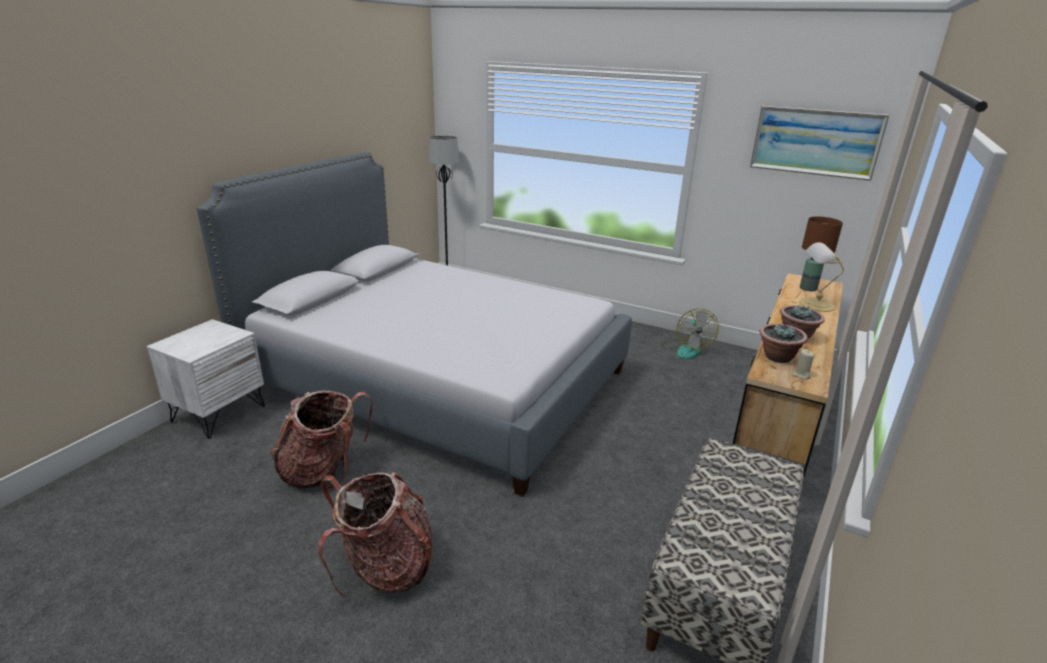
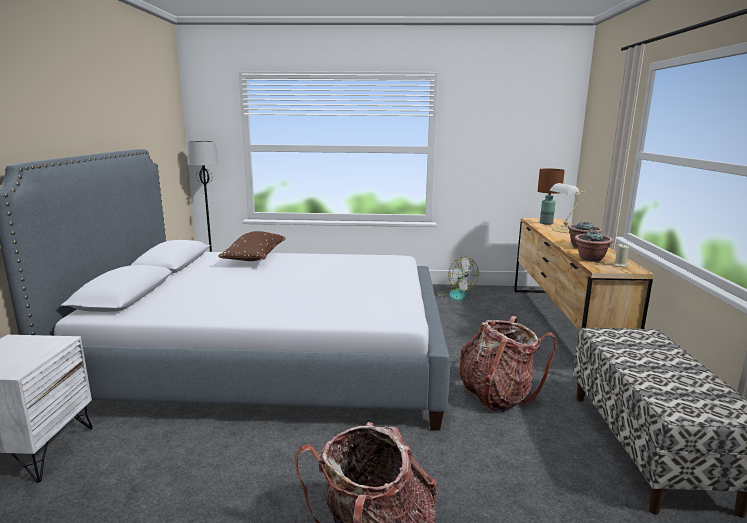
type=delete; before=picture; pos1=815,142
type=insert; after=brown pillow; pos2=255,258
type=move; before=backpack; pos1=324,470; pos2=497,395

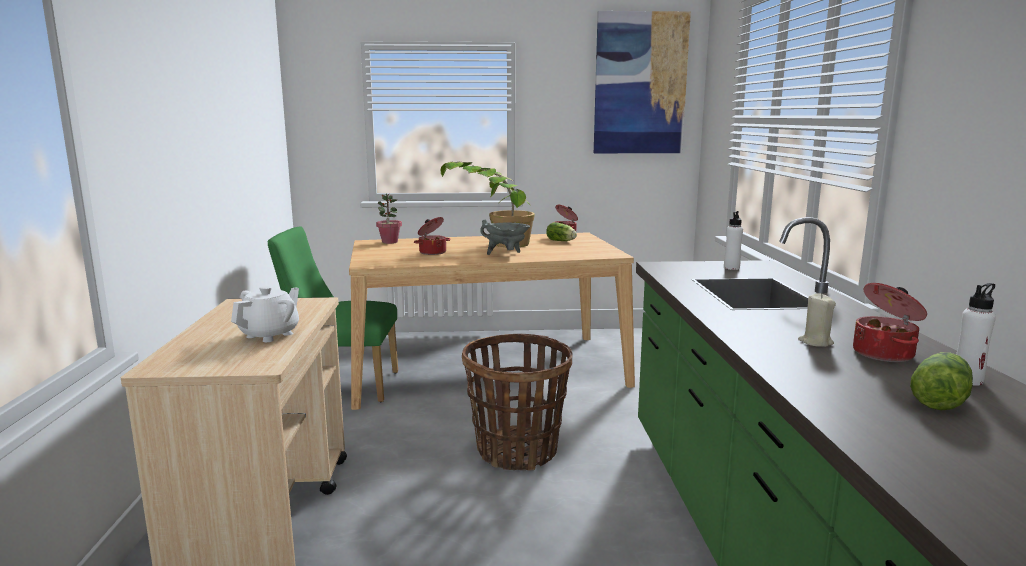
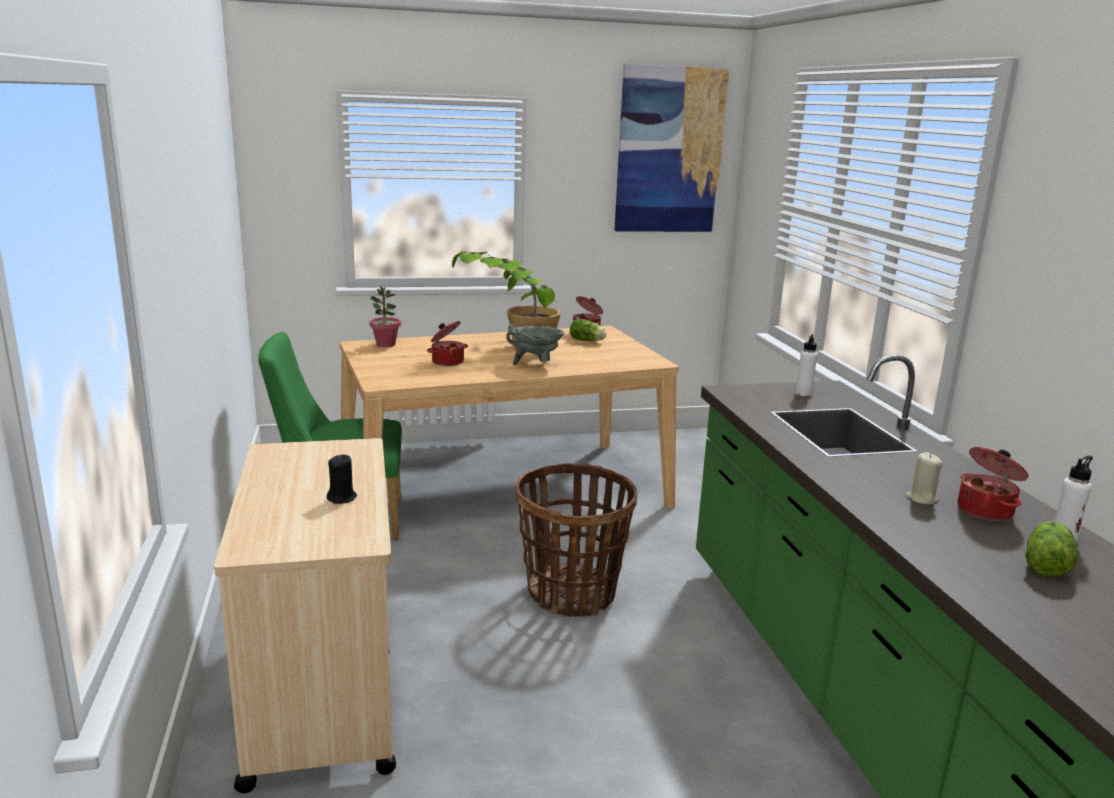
type=replace; before=white teapot; after=black candle; pos1=270,335; pos2=342,498

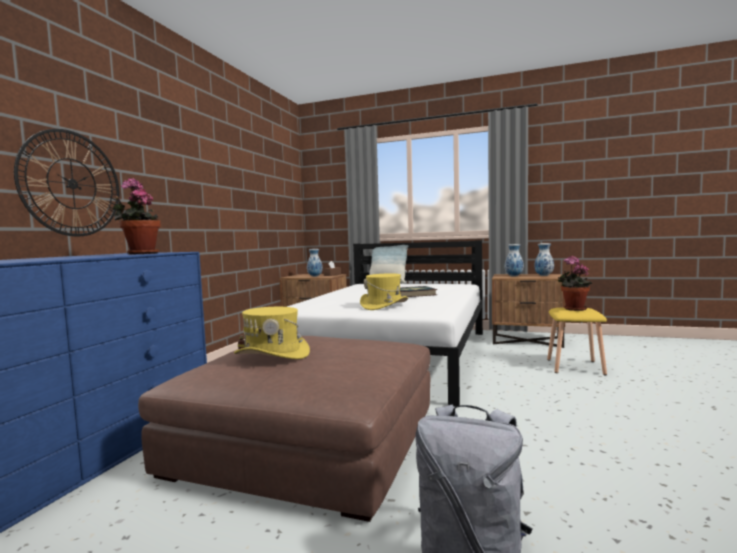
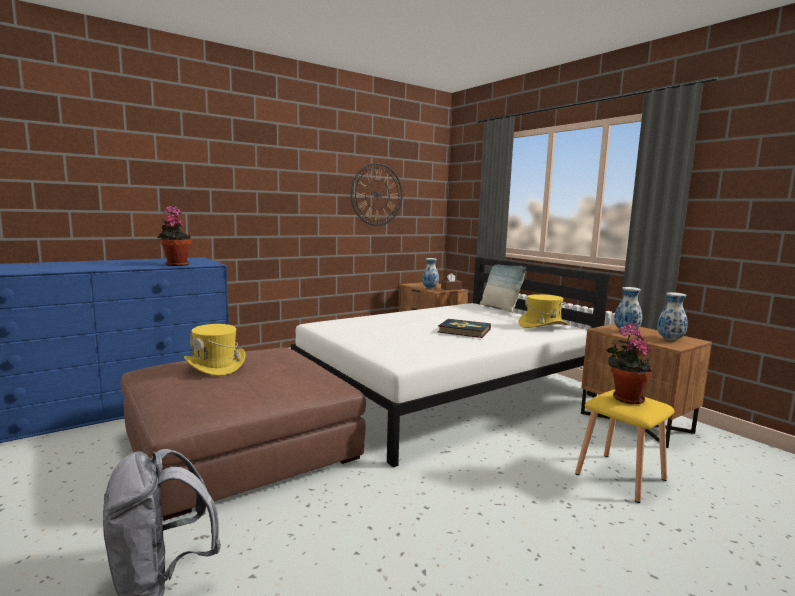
type=move; before=wall clock; pos1=72,183; pos2=377,194
type=move; before=yellow hat; pos1=384,306; pos2=542,325

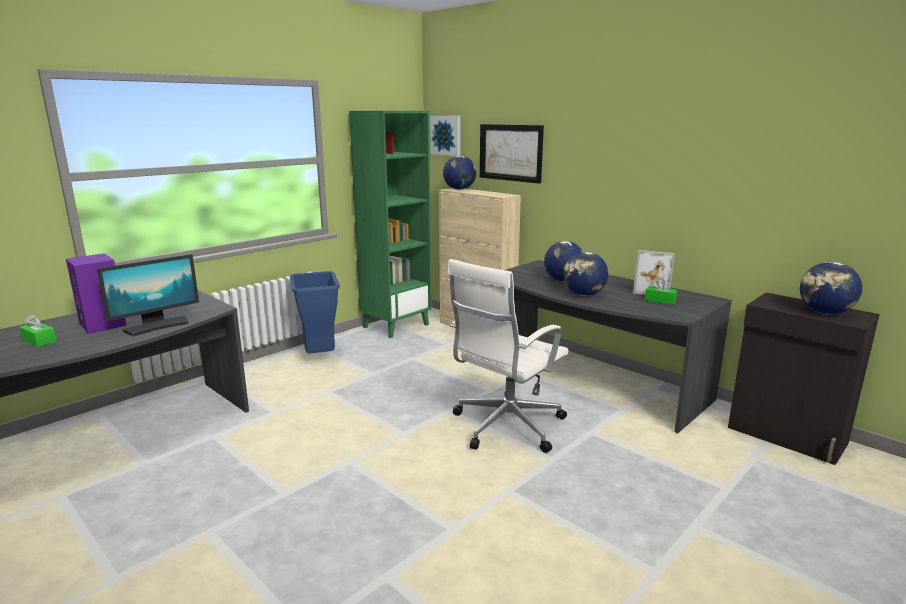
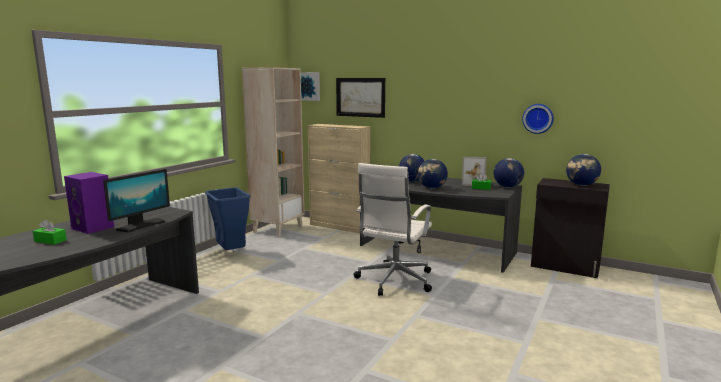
type=insert; after=wall clock; pos2=538,118
type=move; before=globe; pos1=459,189; pos2=507,187
type=recolor; before=green bookcase; after=beige bookcase; pos1=396,325; pos2=278,229

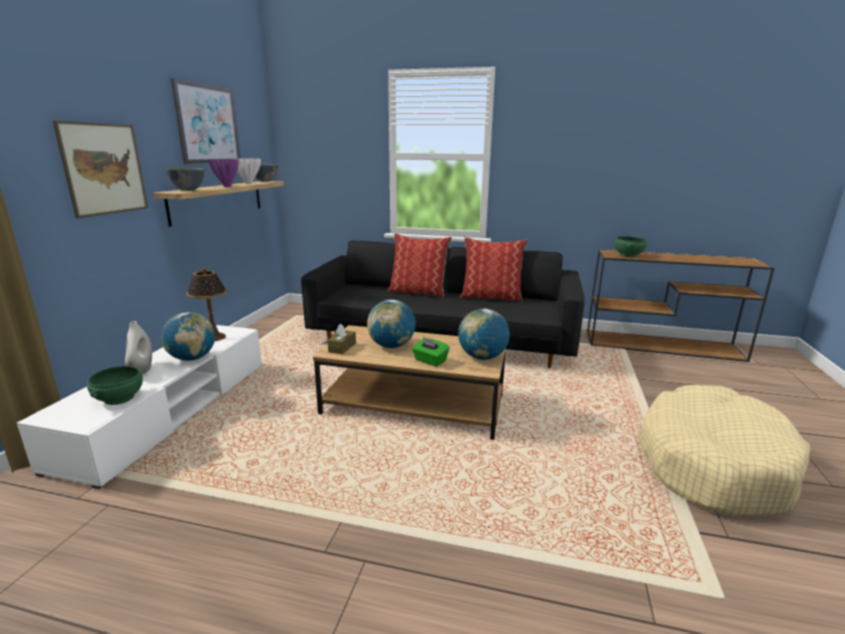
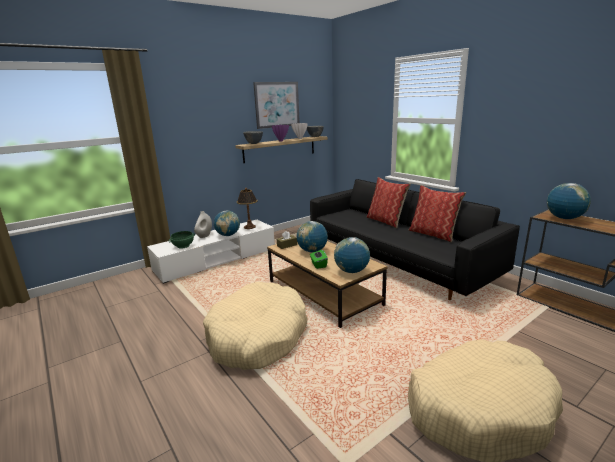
type=delete; before=picture; pos1=104,169
type=insert; after=beige dog bed; pos2=257,336
type=replace; before=green bowl; after=globe; pos1=628,255; pos2=564,218

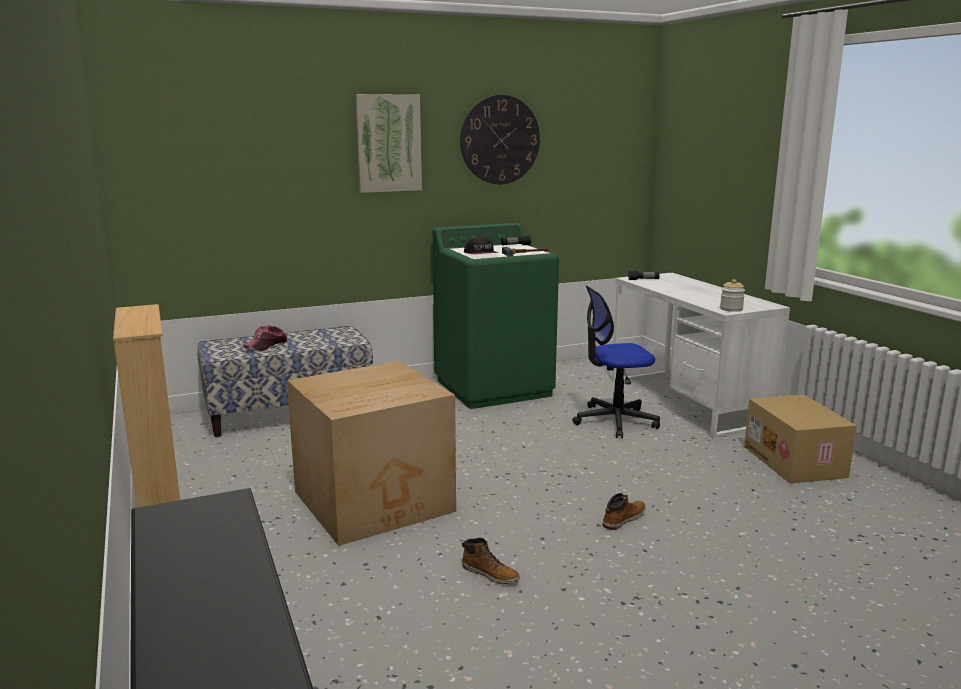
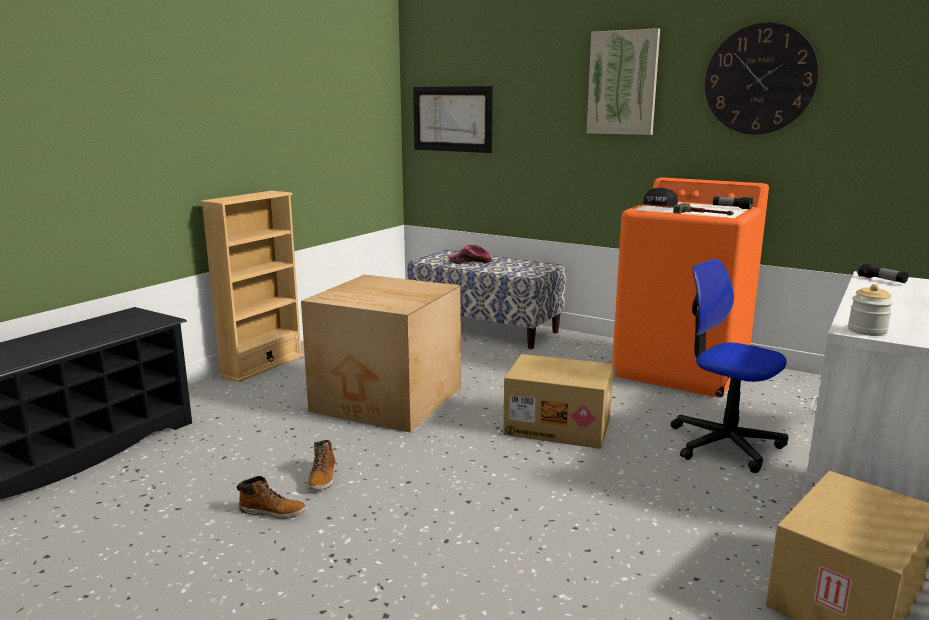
type=insert; after=picture; pos2=452,119
type=insert; after=cardboard box; pos2=559,426
type=move; before=boot; pos1=623,519; pos2=273,511
type=recolor; before=green washing machine; after=orange washing machine; pos1=494,387; pos2=681,370

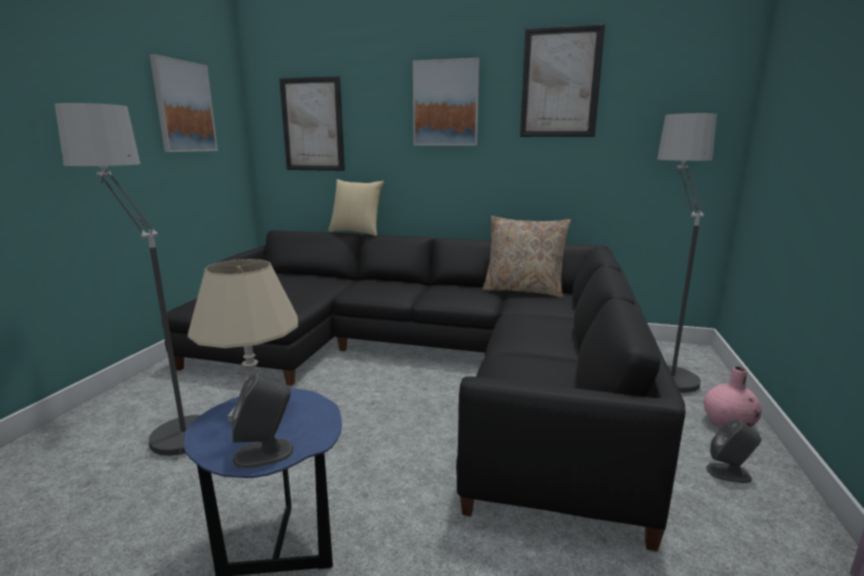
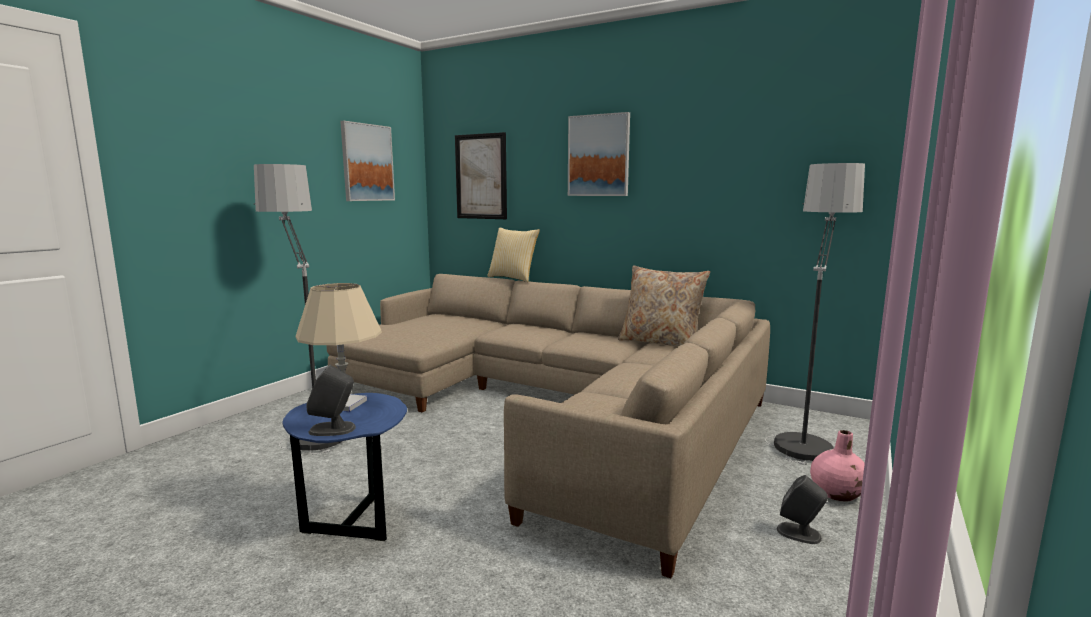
type=delete; before=picture; pos1=560,83
type=recolor; before=black sofa; after=beige sofa; pos1=424,362; pos2=551,406

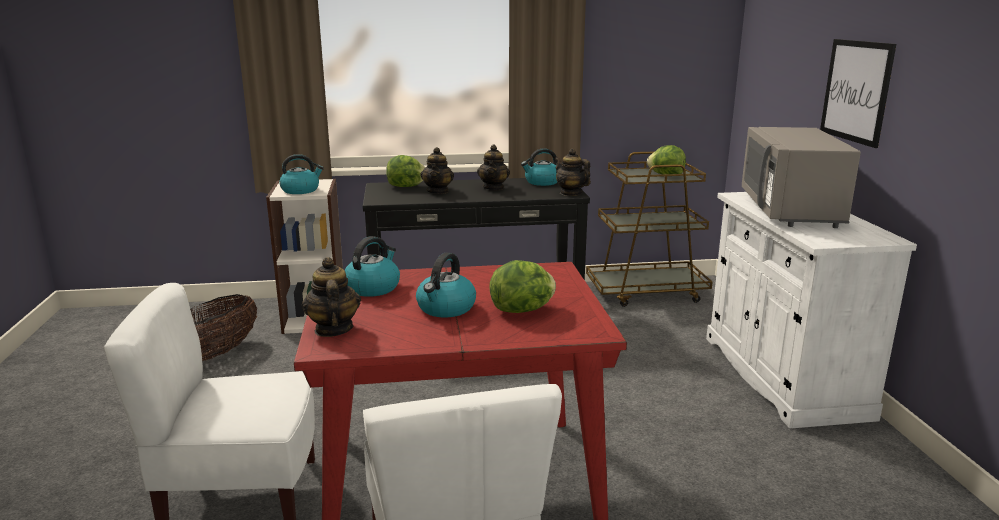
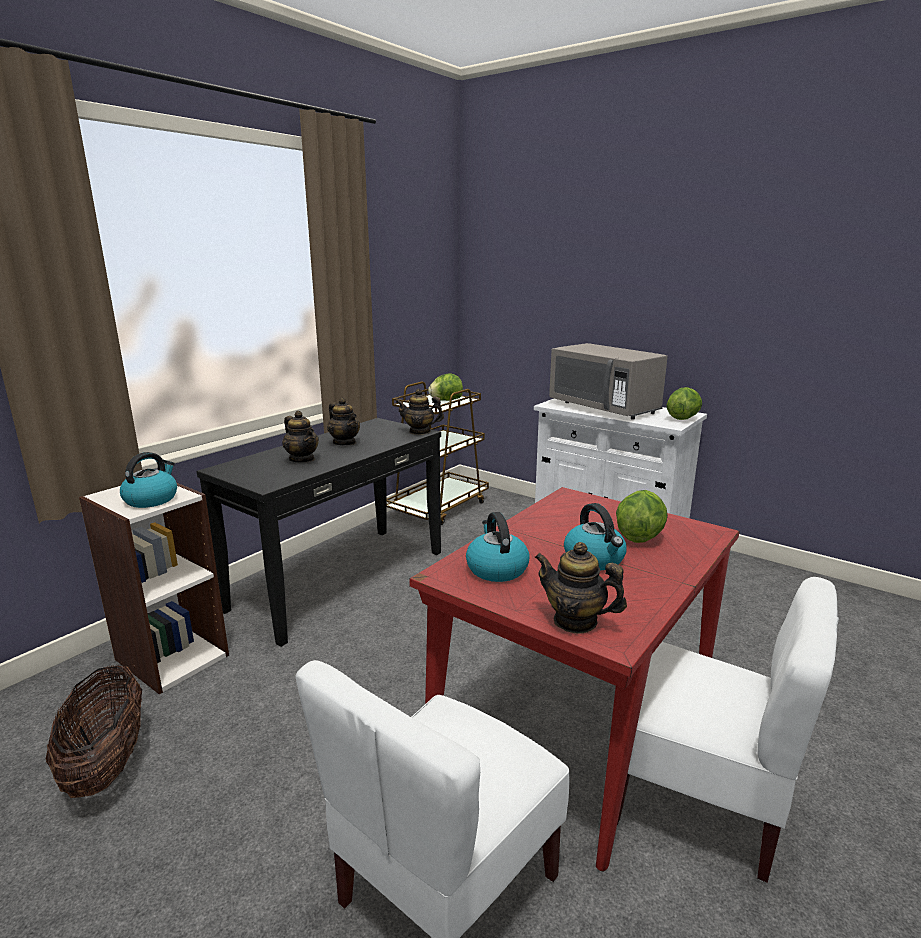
type=delete; before=kettle; pos1=541,182
type=delete; before=picture; pos1=856,91
type=move; before=lettuce; pos1=406,186; pos2=683,418

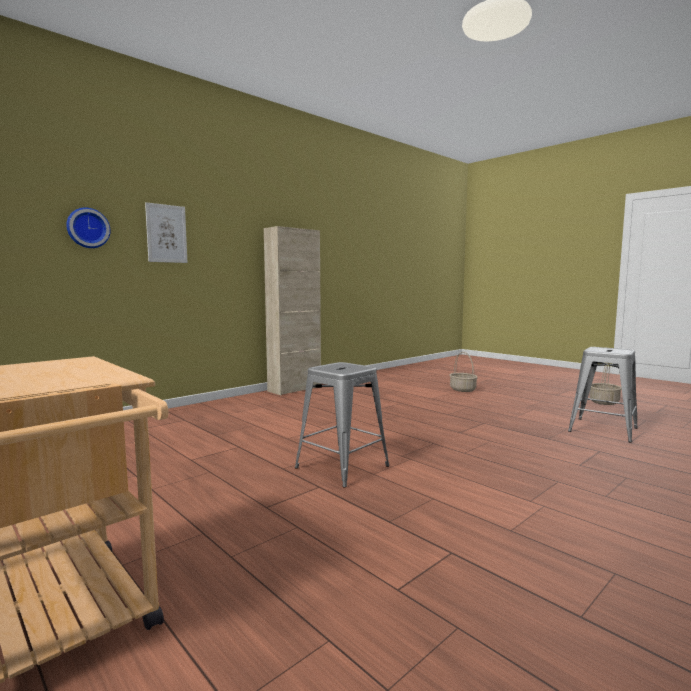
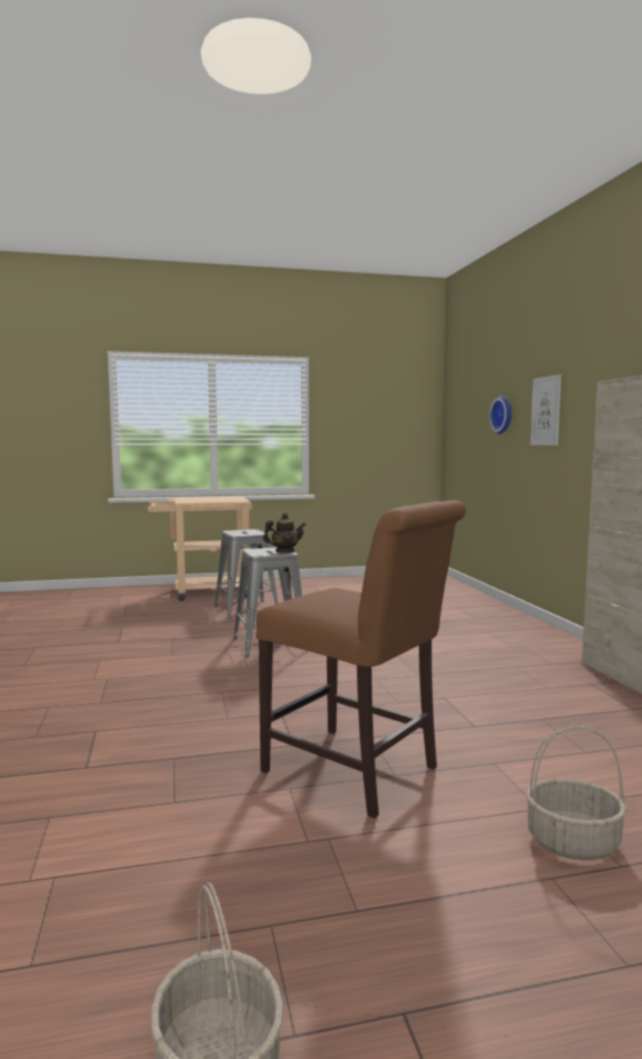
type=insert; after=brown chair; pos2=357,772
type=insert; after=teapot; pos2=284,552
type=move; before=grey stool; pos1=602,429; pos2=246,609

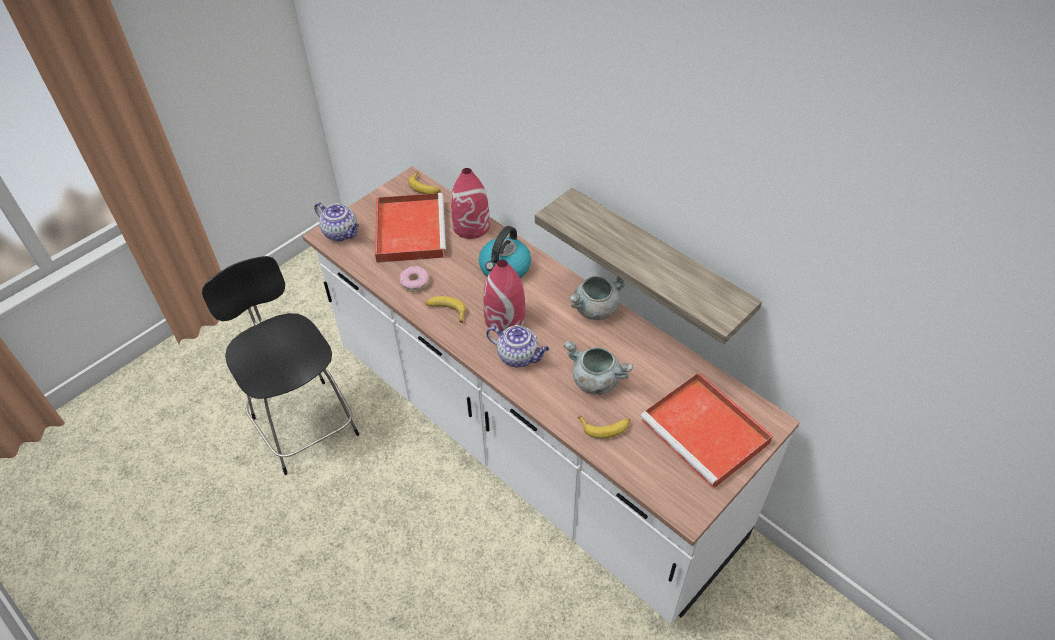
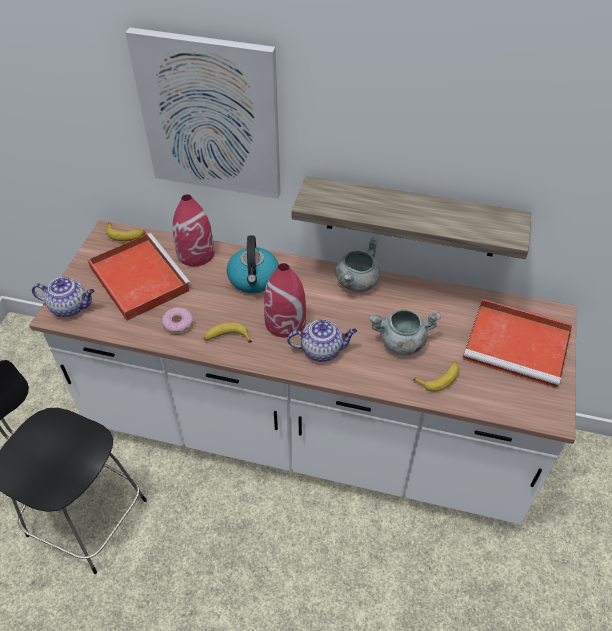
type=insert; after=picture; pos2=210,116

